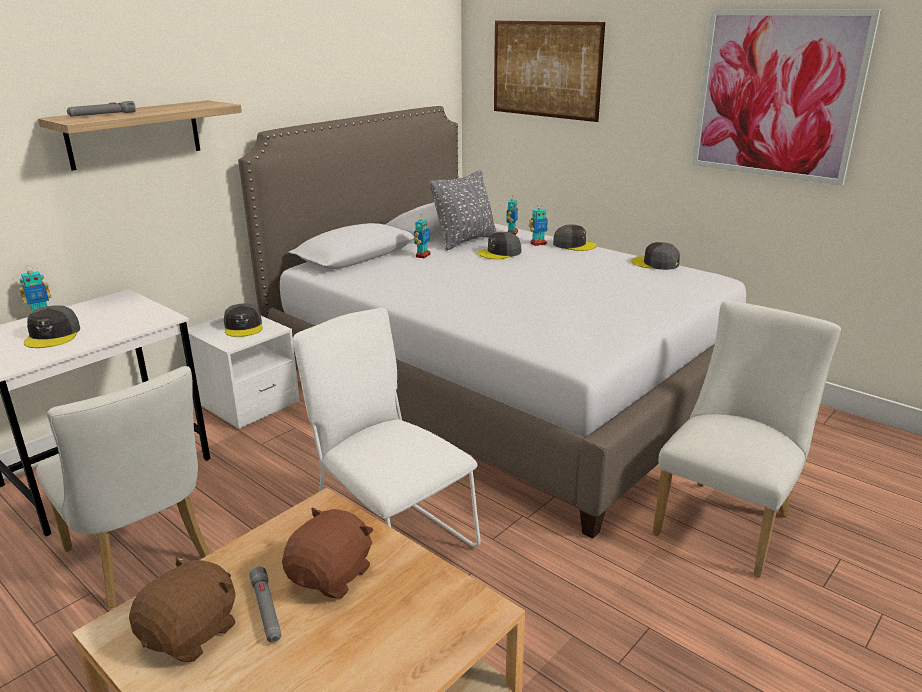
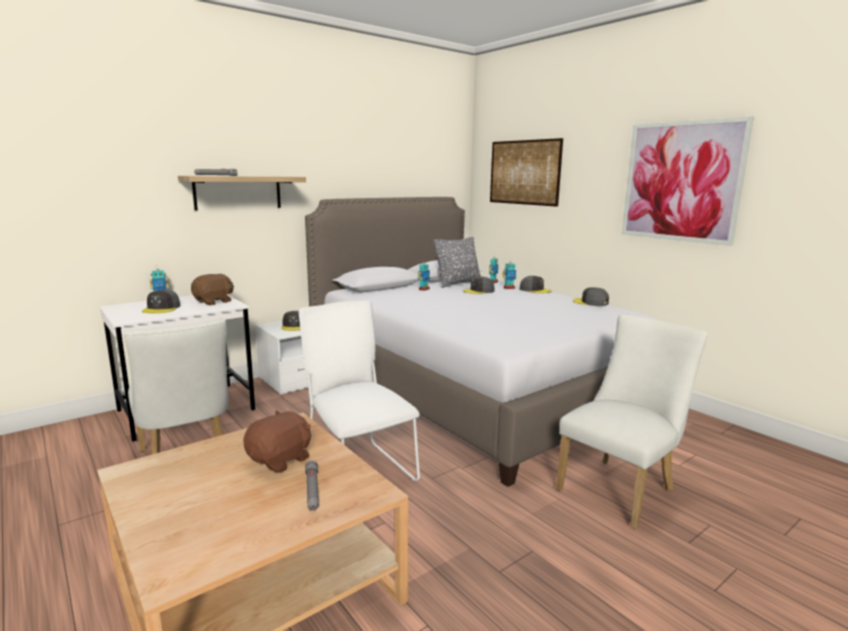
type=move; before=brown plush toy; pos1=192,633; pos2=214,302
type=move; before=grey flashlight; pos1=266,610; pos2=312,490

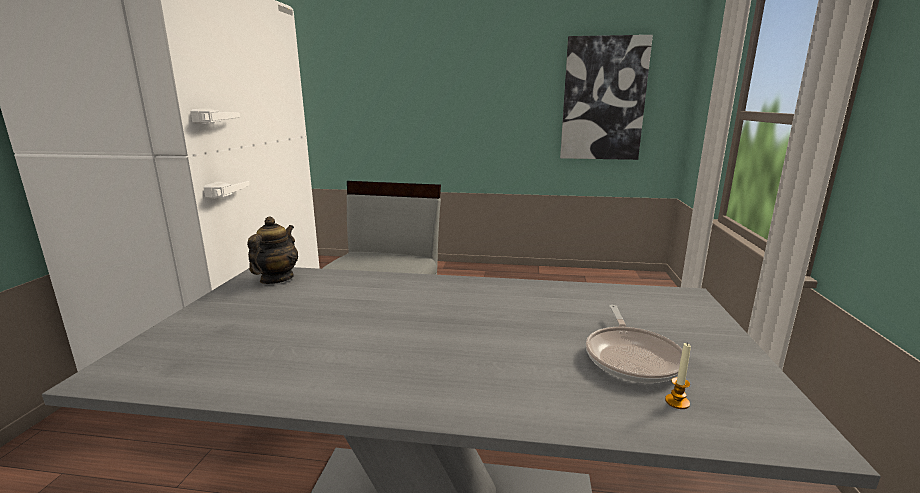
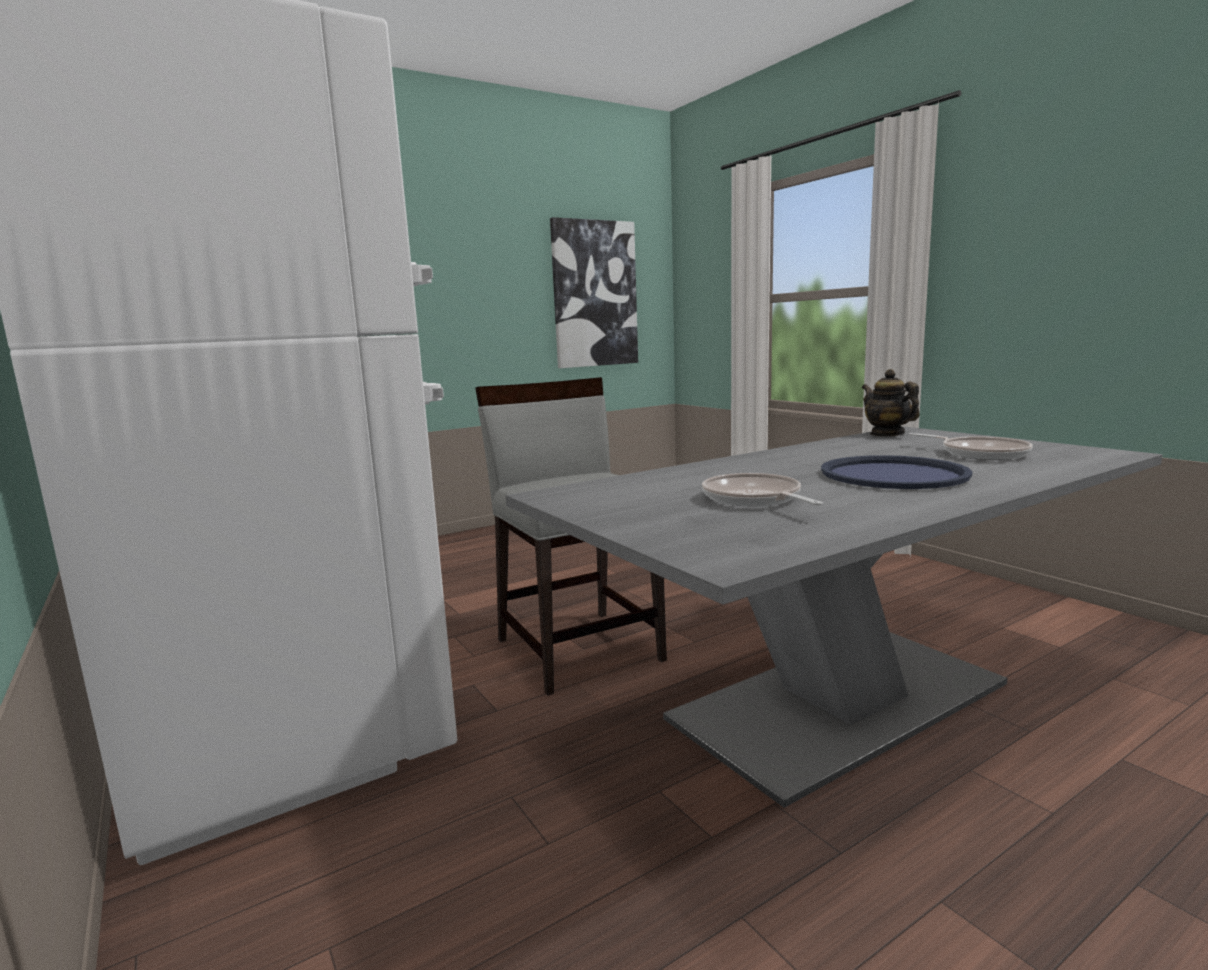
type=delete; before=candle; pos1=677,402
type=insert; after=frying pan; pos2=754,499
type=insert; after=blue tray; pos2=893,474
type=move; before=teapot; pos1=276,279; pos2=887,434

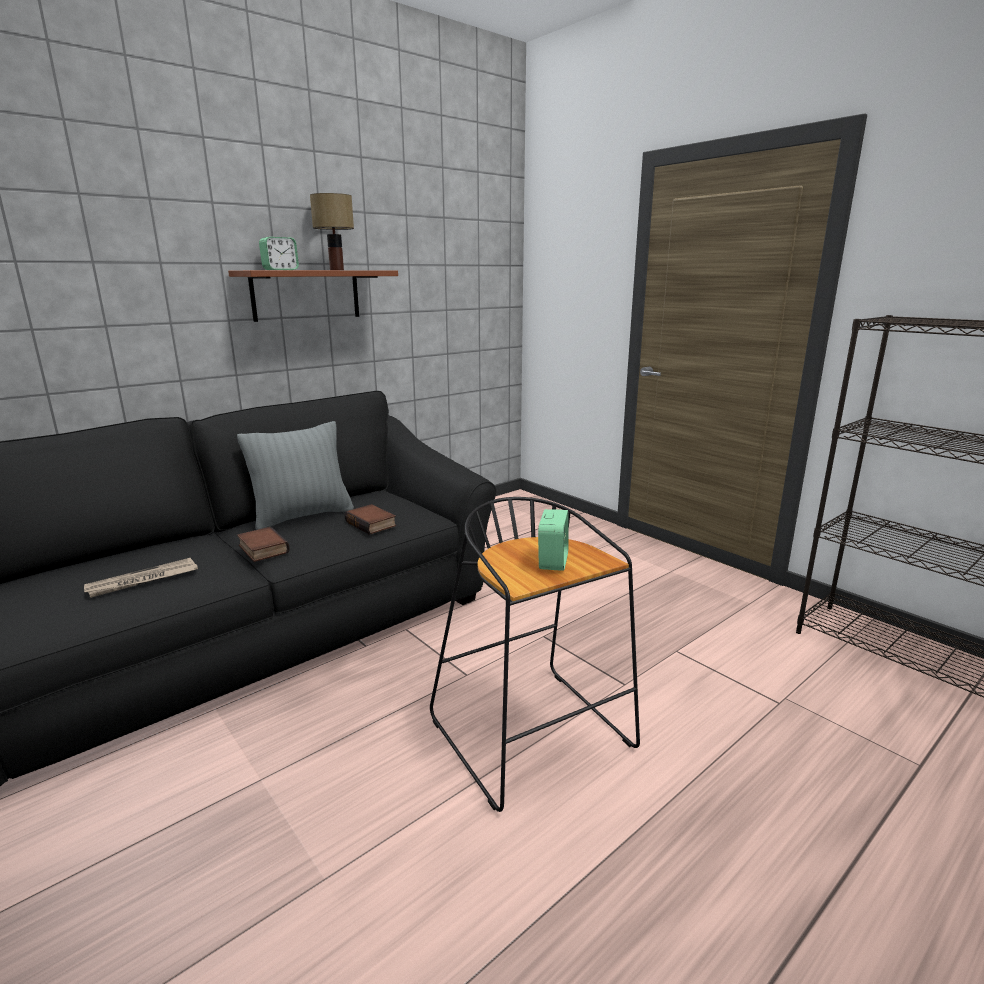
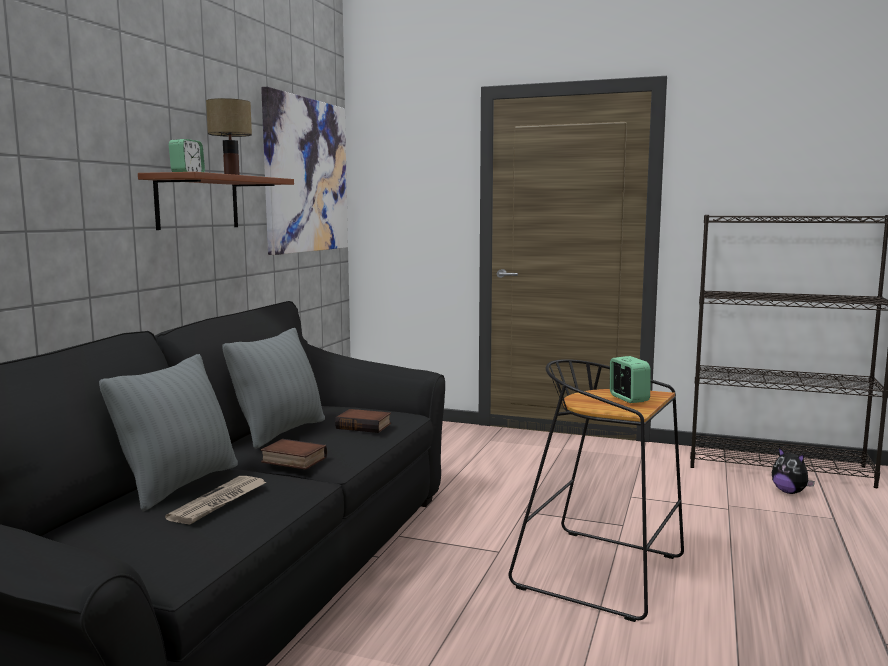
type=insert; after=grey pillow; pos2=179,484
type=insert; after=picture; pos2=306,176
type=insert; after=plush toy; pos2=789,492

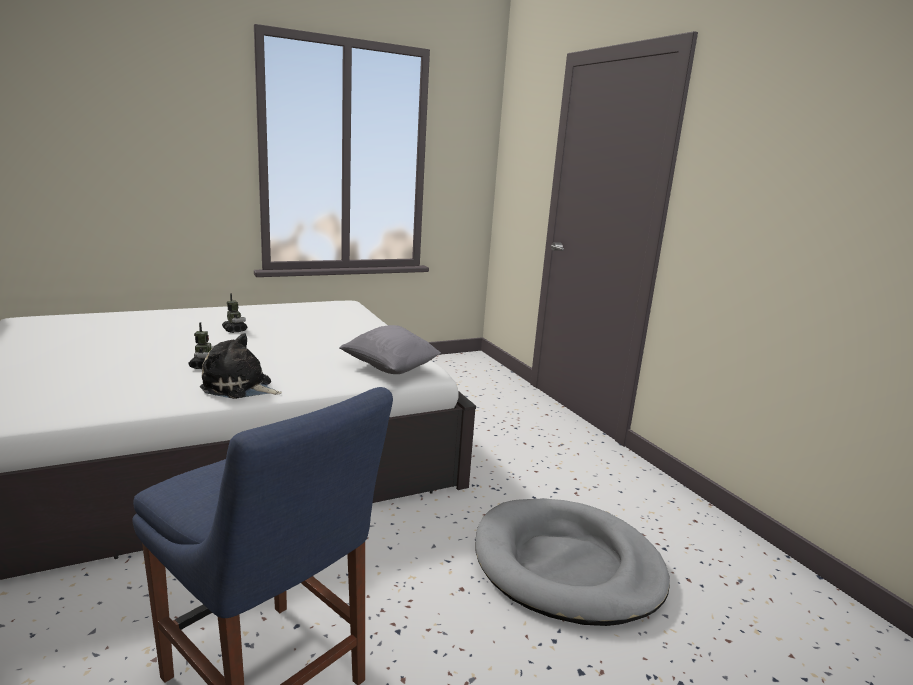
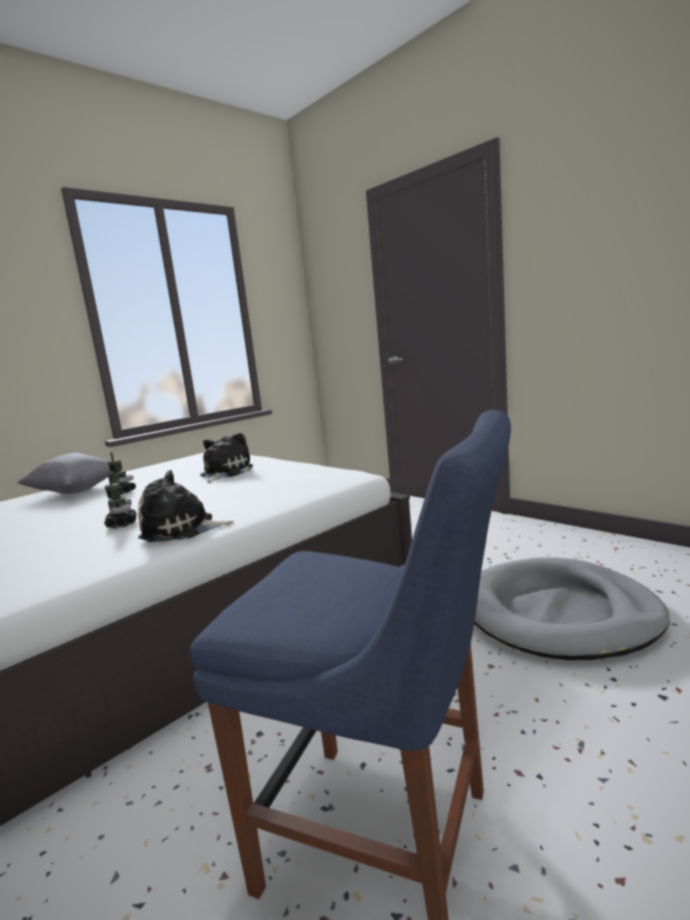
type=insert; after=plush toy; pos2=224,473
type=move; before=grey pillow; pos1=390,368; pos2=74,491

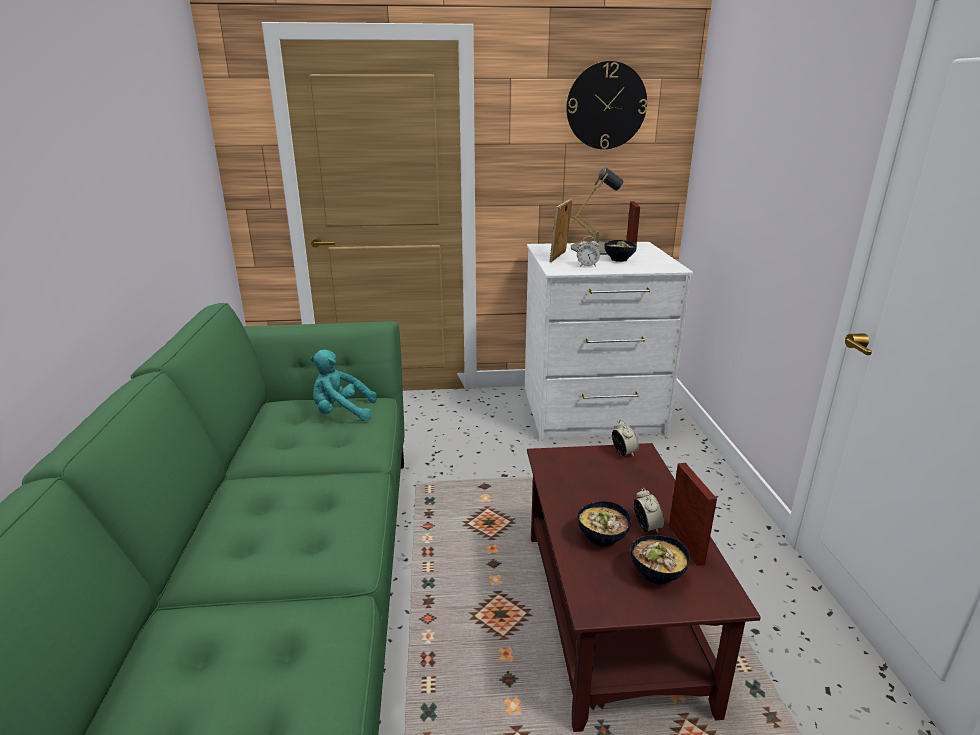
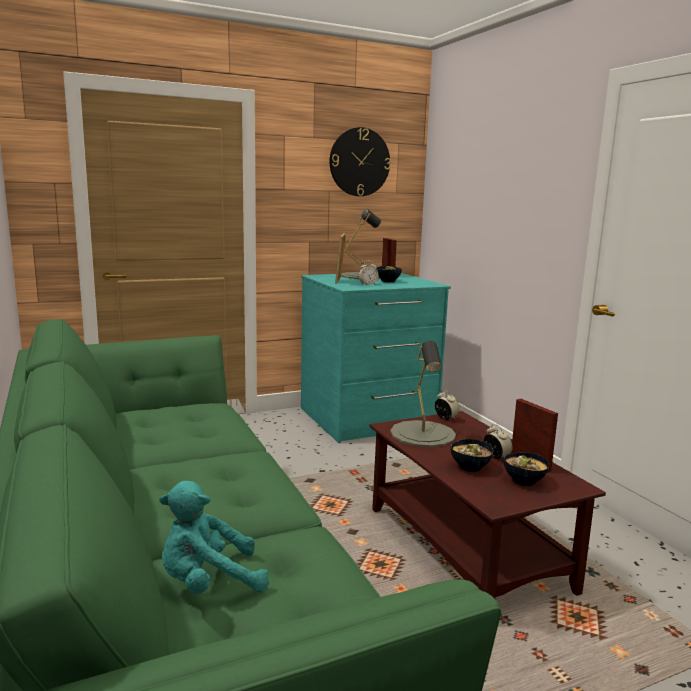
type=insert; after=grey table lamp; pos2=423,434
type=move; before=turquoise plush toy; pos1=341,413; pos2=208,583
type=recolor; before=white dresser; after=turquoise dresser; pos1=591,411; pos2=368,418

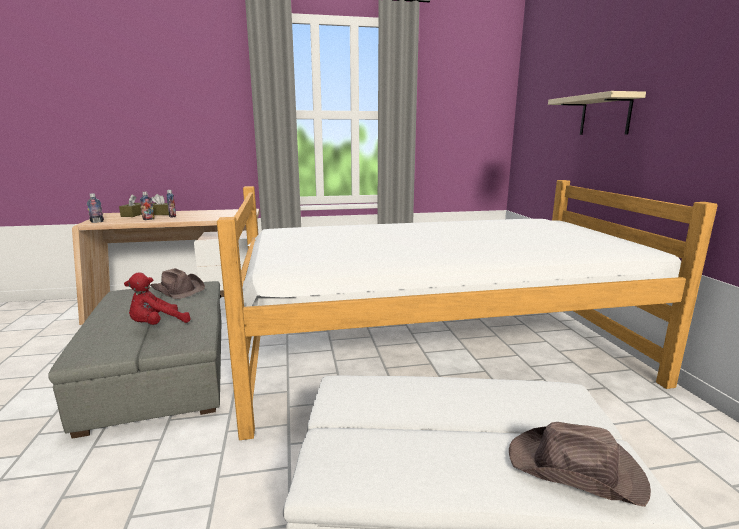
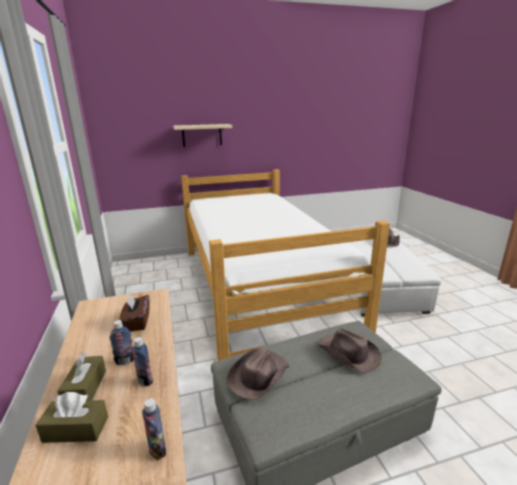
type=insert; after=brown tissue box; pos2=137,322
type=replace; before=red plush toy; after=brown hat; pos1=157,325; pos2=348,353

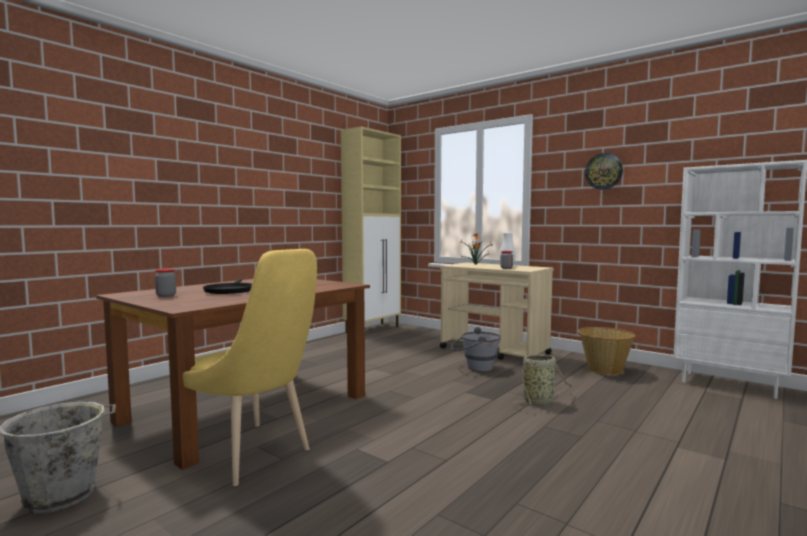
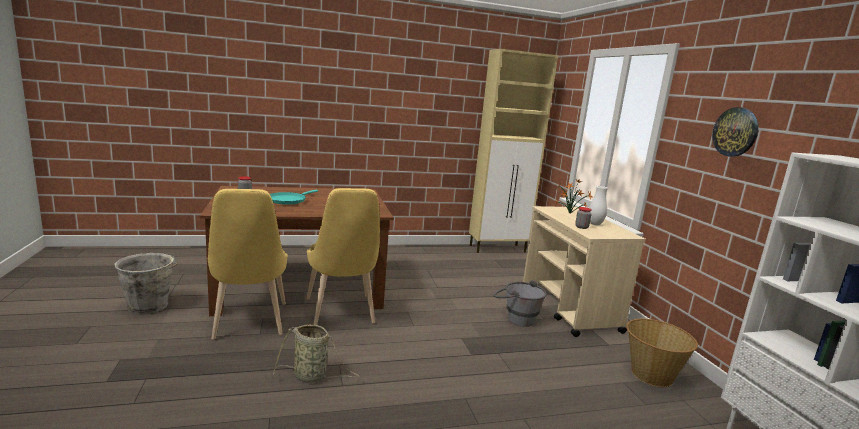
type=insert; after=yellow chair; pos2=341,313
type=move; before=basket; pos1=540,401; pos2=312,376
type=recolor; before=black frying pan; after=turquoise frying pan; pos1=229,291; pos2=288,200

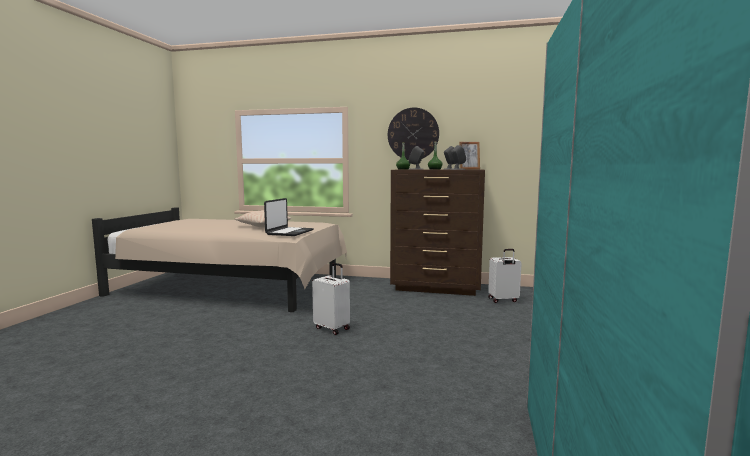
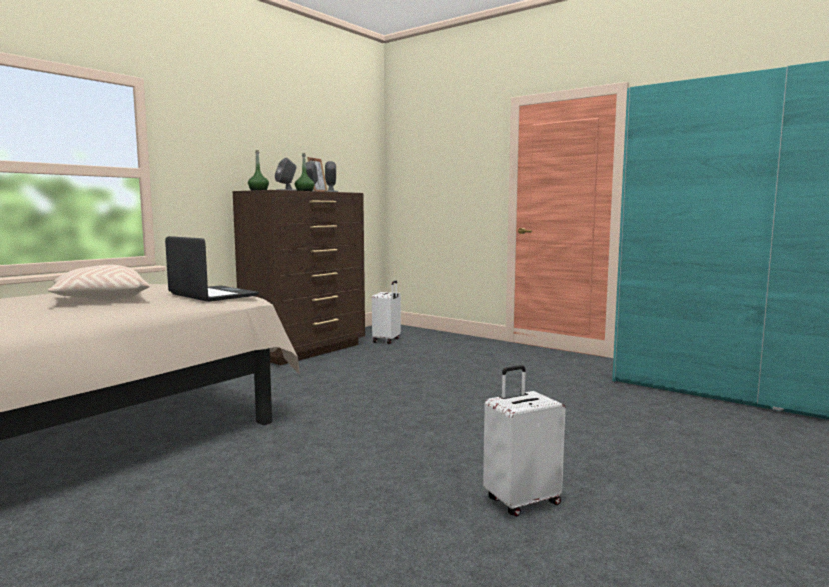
type=delete; before=wall clock; pos1=413,134
type=move; before=white suitcase; pos1=332,328; pos2=521,501

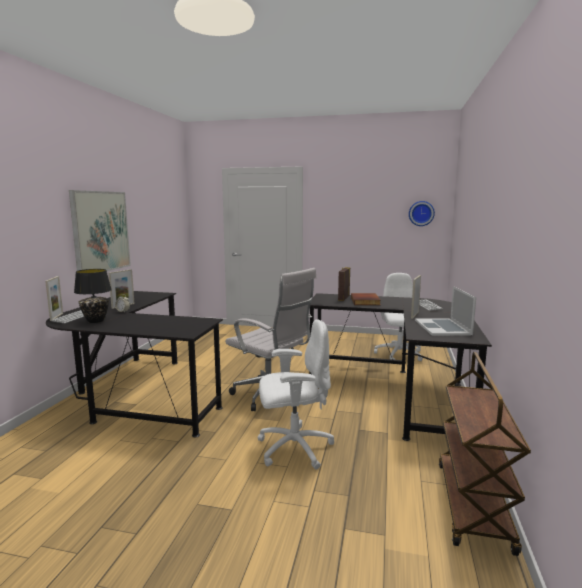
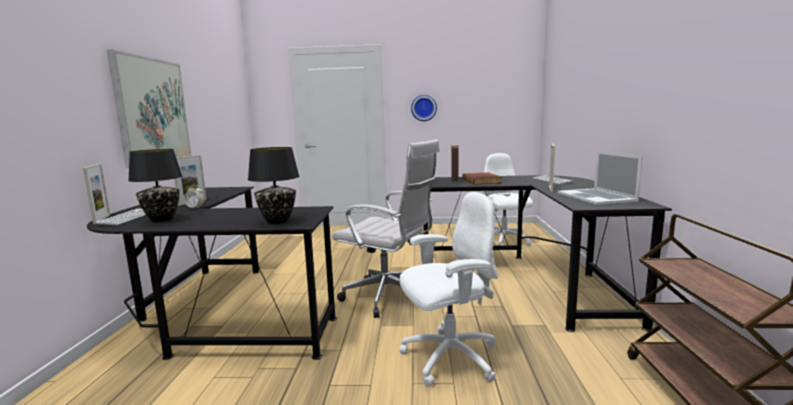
type=insert; after=black table lamp; pos2=278,221
type=move; before=wall clock; pos1=421,213; pos2=423,108

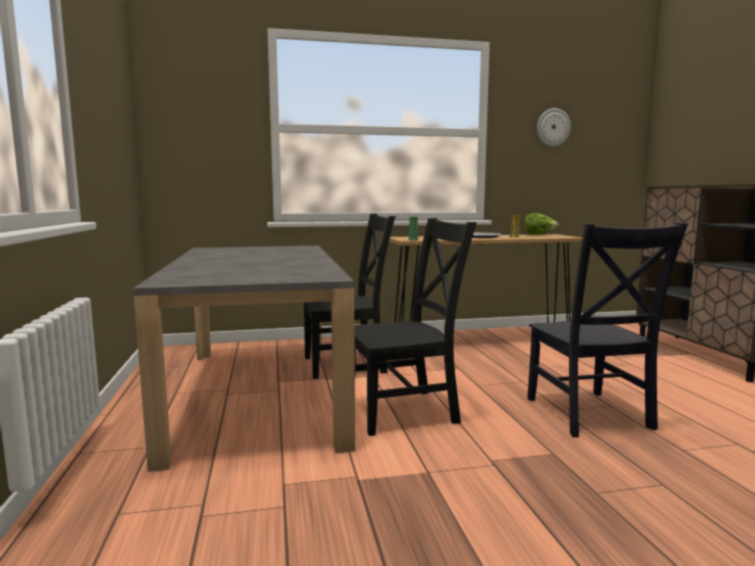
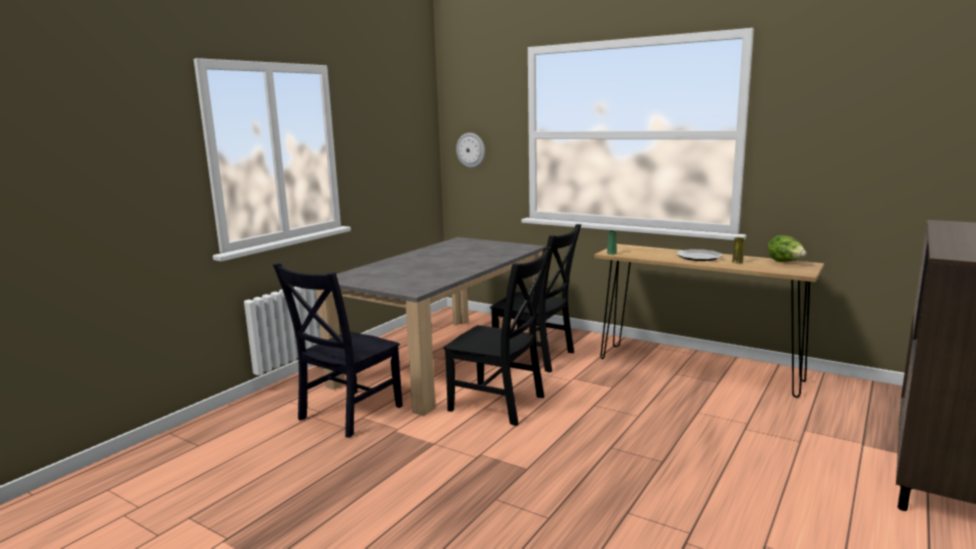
type=move; before=black chair; pos1=589,415; pos2=347,414
type=move; before=wall clock; pos1=553,127; pos2=471,150

